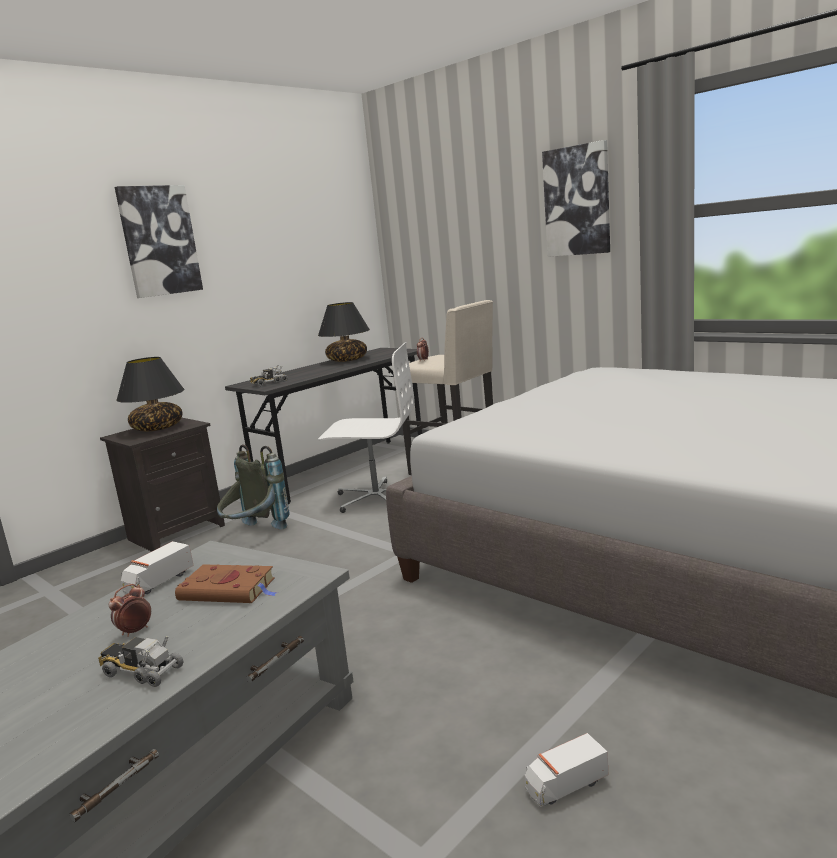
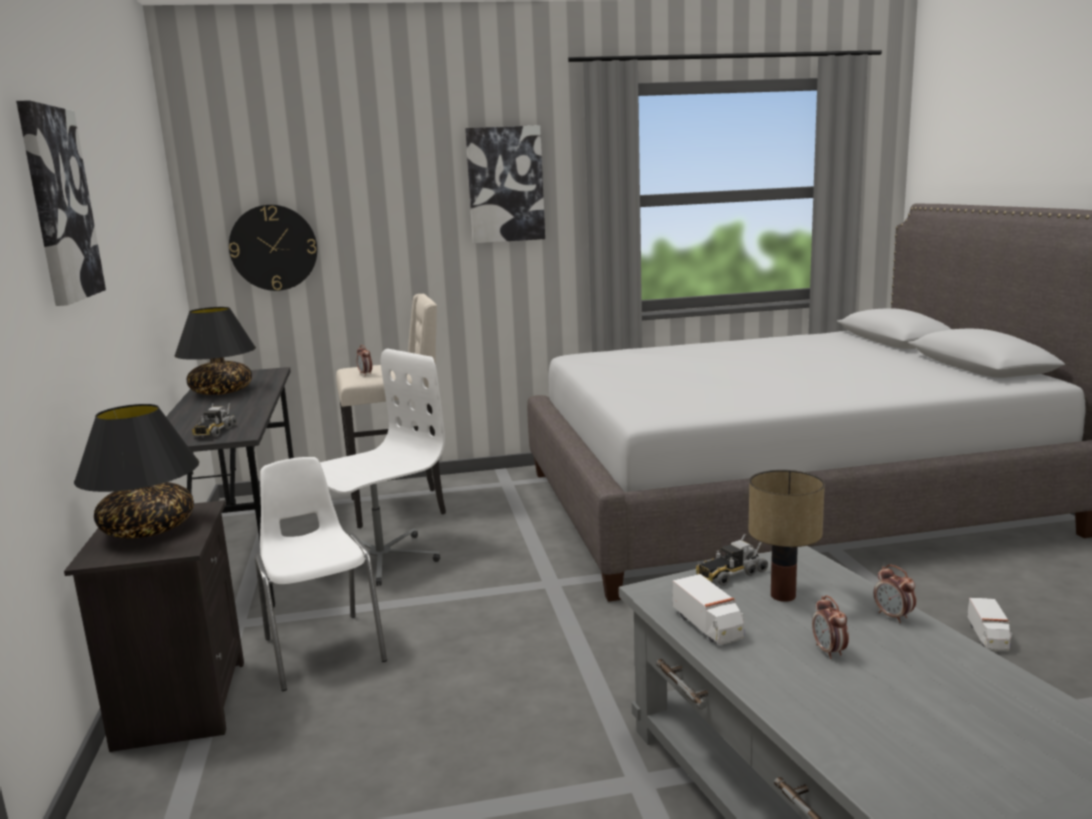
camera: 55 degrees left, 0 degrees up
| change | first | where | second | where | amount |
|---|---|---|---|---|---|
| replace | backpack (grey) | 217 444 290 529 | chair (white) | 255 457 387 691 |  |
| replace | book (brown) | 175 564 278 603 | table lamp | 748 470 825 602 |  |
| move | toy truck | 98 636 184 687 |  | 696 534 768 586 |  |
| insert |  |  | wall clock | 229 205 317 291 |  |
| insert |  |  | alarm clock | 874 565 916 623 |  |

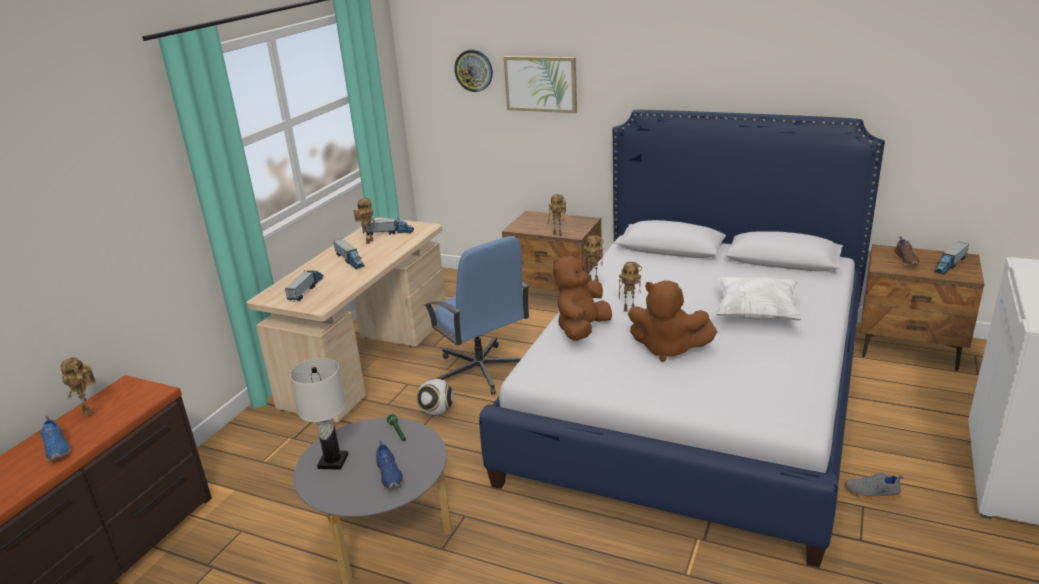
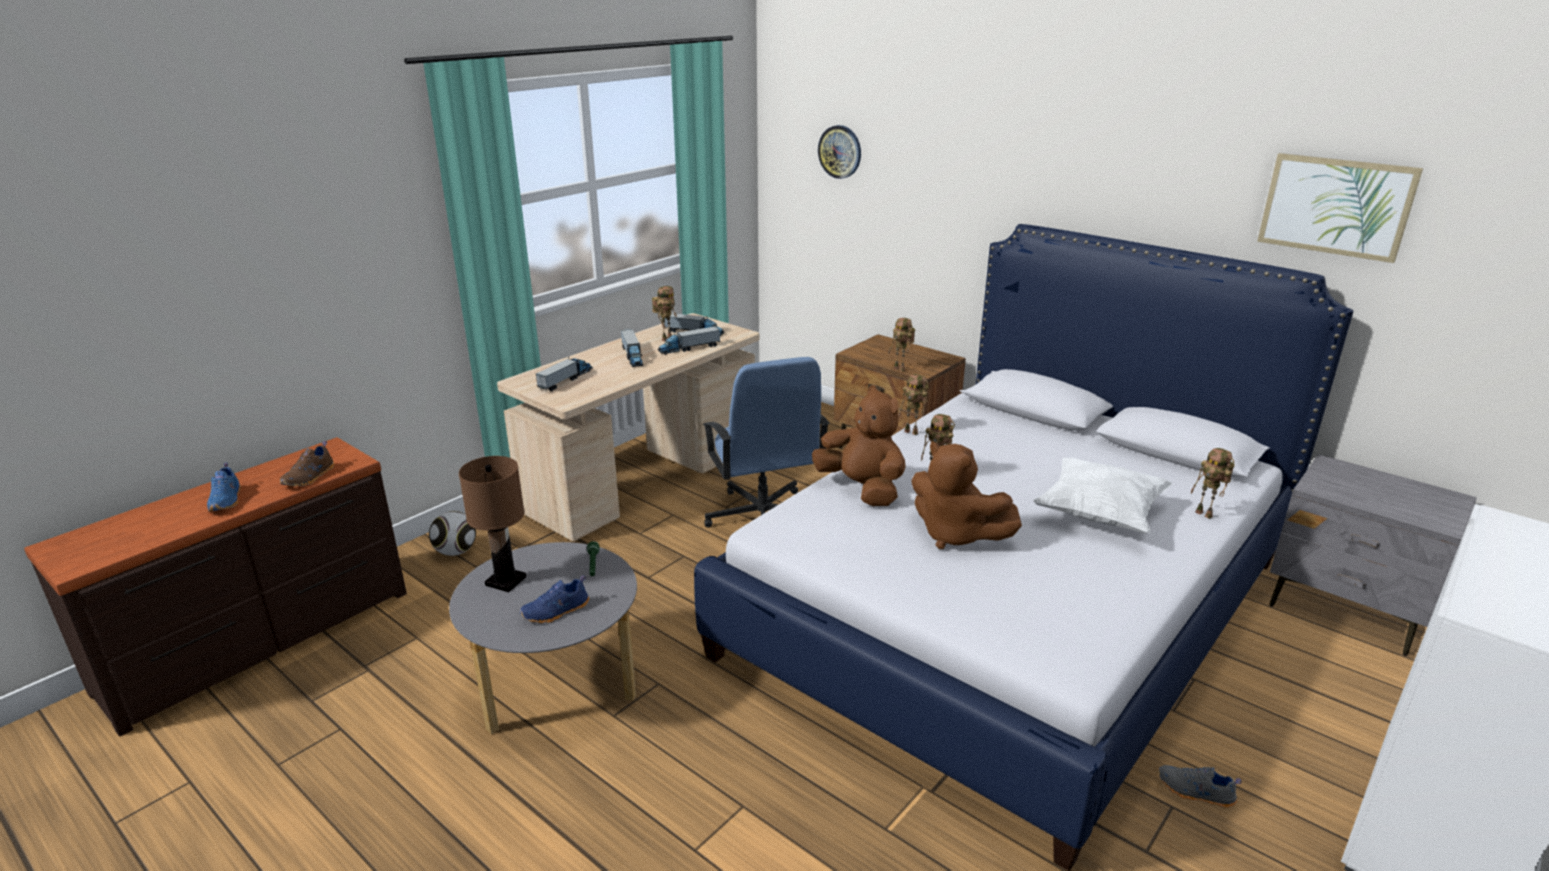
camera: 15 degrees right, 0 degrees up
| change | first | where | second | where | amount |
|---|---|---|---|---|---|
| move | picture | 504 56 577 113 |  | 1257 153 1423 263 |  |
| move | shoe (brown) | 893 237 920 266 |  | 280 441 334 487 |  |
| move | toy truck | 934 241 969 275 |  | 658 326 720 355 |  |
| recolor | nightstand (brown) | 860 244 984 371 | nightstand (grey) | 1270 454 1477 656 |  |
| rotate | plush toy (brown) | 553 252 612 341 |  | 812 385 906 506 | 90 degrees clockwise |
| move | toy robot | 61 357 96 417 |  | 1191 448 1235 519 |  |
| recolor | table lamp (white) | 290 358 348 470 | table lamp (brown) | 459 456 526 592 |  |
| move | football | 417 378 453 415 |  | 429 511 476 556 |  |
| rotate | shoe (blue) | 376 440 403 489 |  | 520 575 589 623 | 60 degrees clockwise |

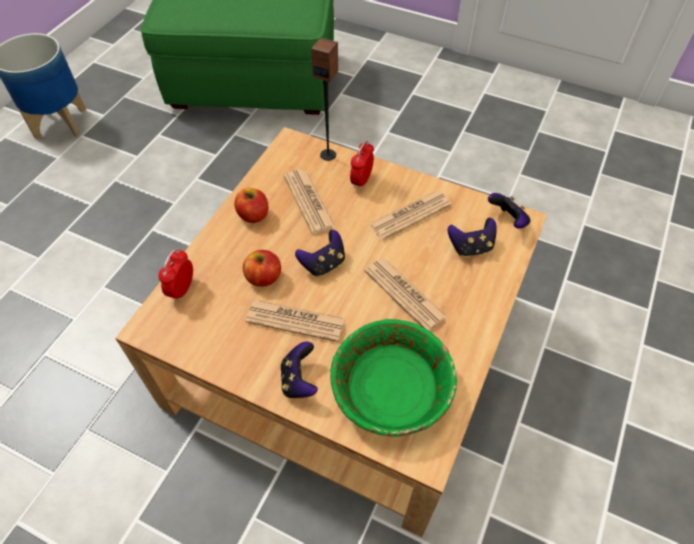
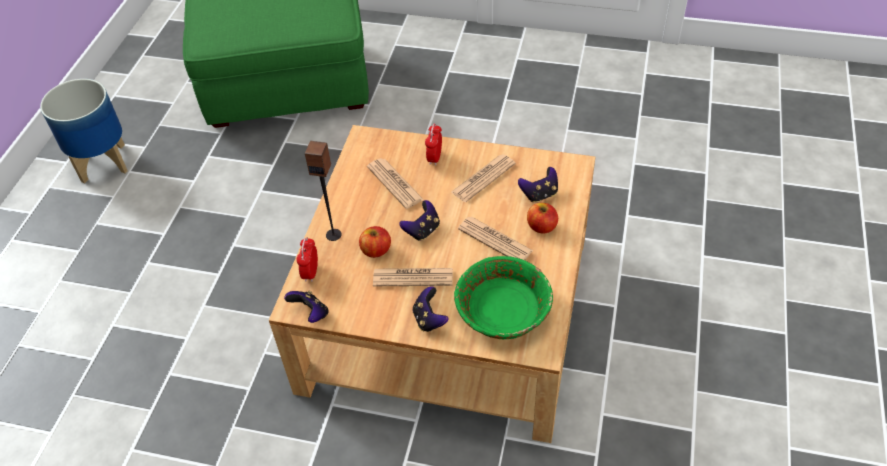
camera: 10 degrees left, 5 degrees down
| change | first | where | second | where | amount |
|---|---|---|---|---|---|
| move | speaker | 311 38 338 161 |  | 305 141 342 241 |  |
| move | apple | 234 188 268 223 |  | 527 203 558 234 |  |
| move | game controller | 488 193 531 228 |  | 284 290 329 323 |  |

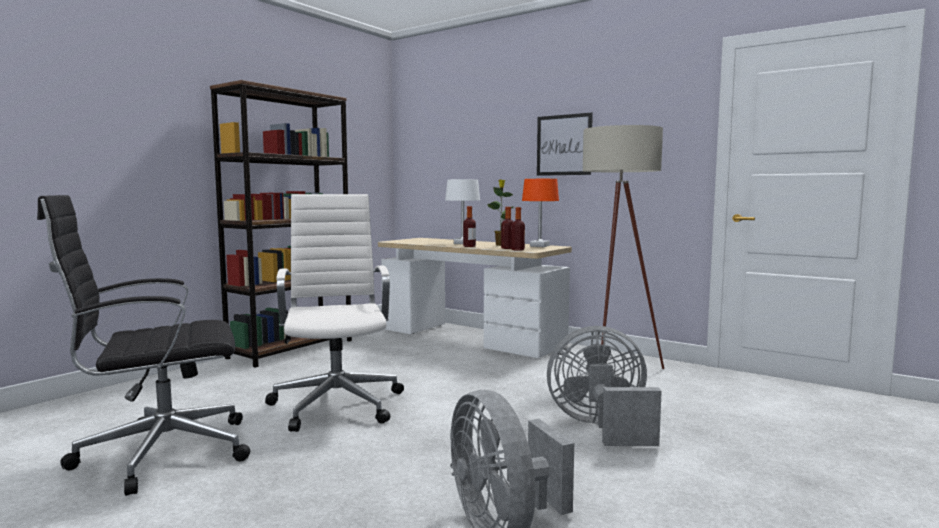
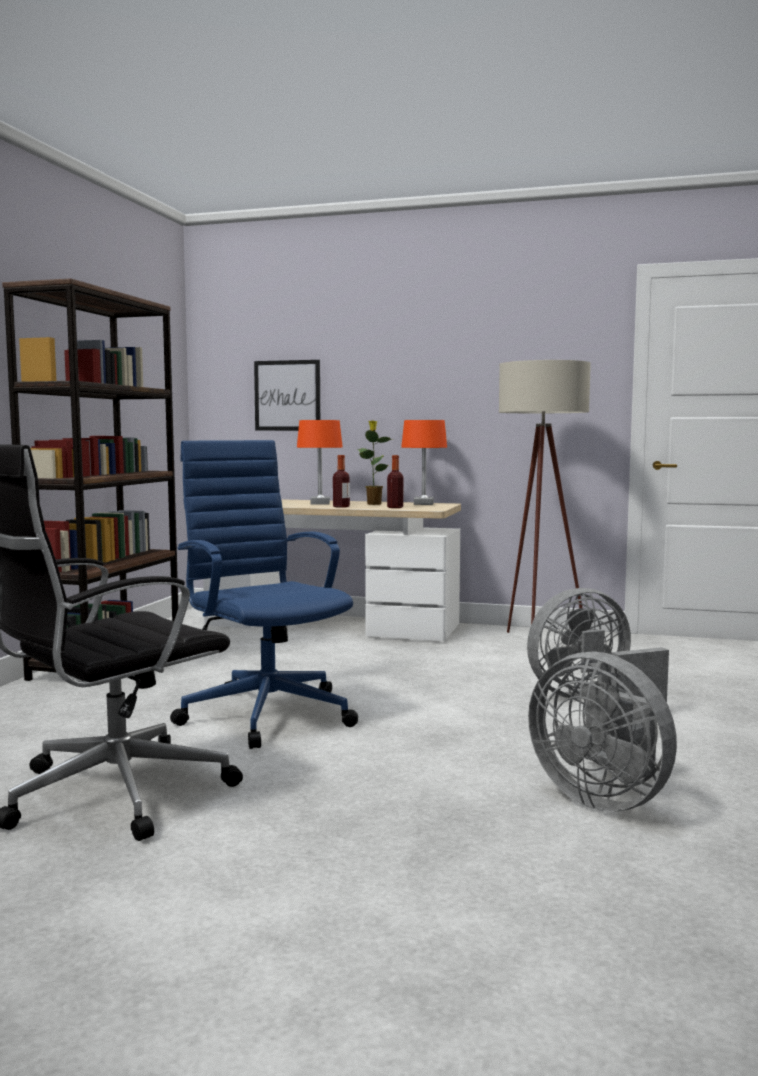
camera: 20 degrees left, 0 degrees up
| change | first | where | second | where | amount |
|---|---|---|---|---|---|
| move | picture | 537 113 593 176 |  | 254 360 320 431 |  |
| recolor | table lamp (white) | 445 179 480 244 | table lamp (orange) | 297 420 343 505 |  |
| recolor | office chair (white) | 265 194 404 432 | office chair (blue) | 170 440 358 749 |  |
| delete | bottle | 511 207 525 251 |  |  |  |

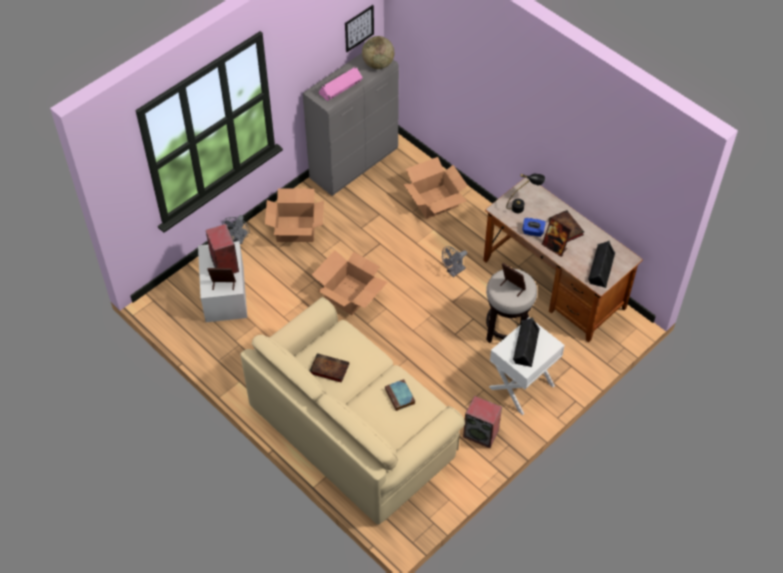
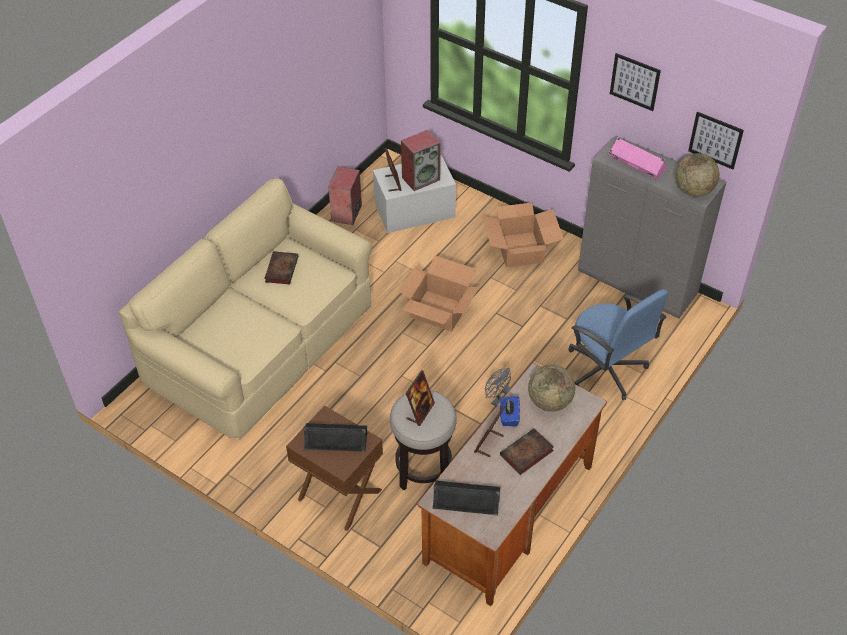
camera: 80 degrees right, 5 degrees down
| change | first | where | second | where | amount |
|---|---|---|---|---|---|
| replace | cardboard box | 404 157 468 219 | office chair (blue) | 568 289 669 400 |  |
| replace | table lamp (black) | 506 174 545 213 | globe | 528 365 575 412 |  |
| delete | fan (grey) | 222 215 250 244 |  |  |  |
| recolor | nightstand (white) | 489 317 565 415 | nightstand (brown) | 286 405 383 531 |  |
| delete | book | 385 379 415 411 |  |  |  |
| move | speaker | 463 396 502 448 |  | 328 166 362 225 |  |
| insert |  |  | picture | 610 53 661 111 |  |

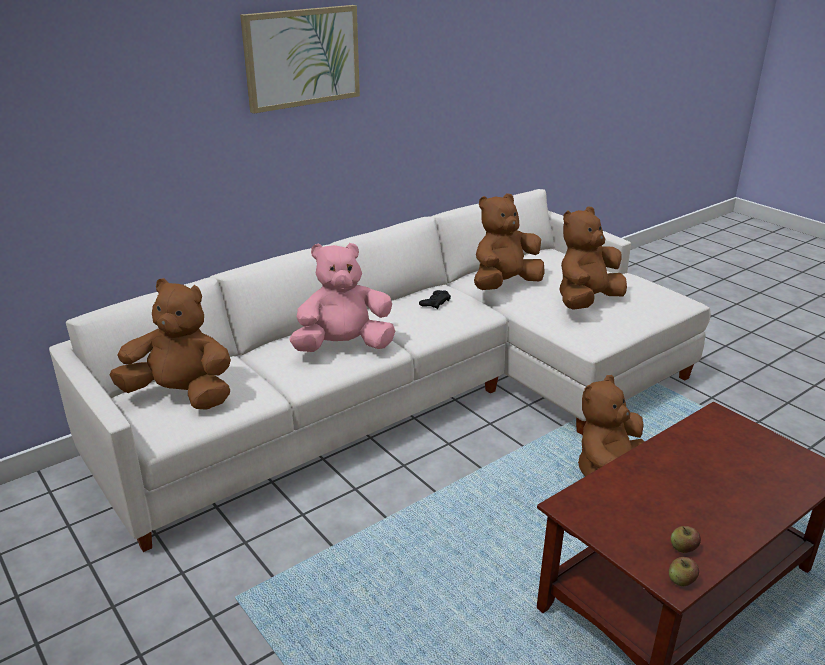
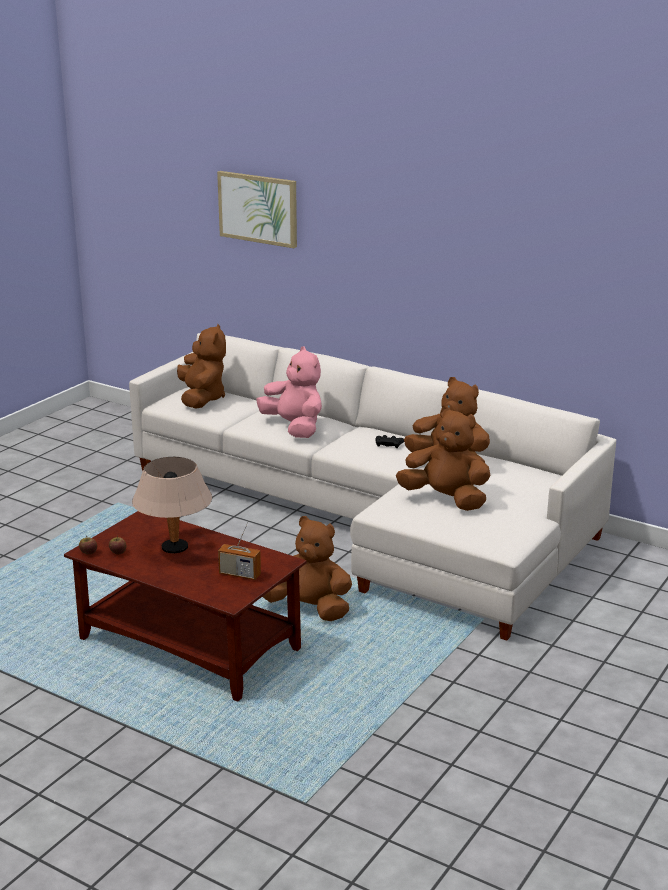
camera: 70 degrees right, 5 degrees down
| change | first | where | second | where | amount |
|---|---|---|---|---|---|
| move | picture | 240 5 360 114 |  | 217 171 297 248 |  |
| insert |  |  | table lamp (beige) | 132 457 212 554 |  |
| insert |  |  | radio | 218 520 261 580 |  |

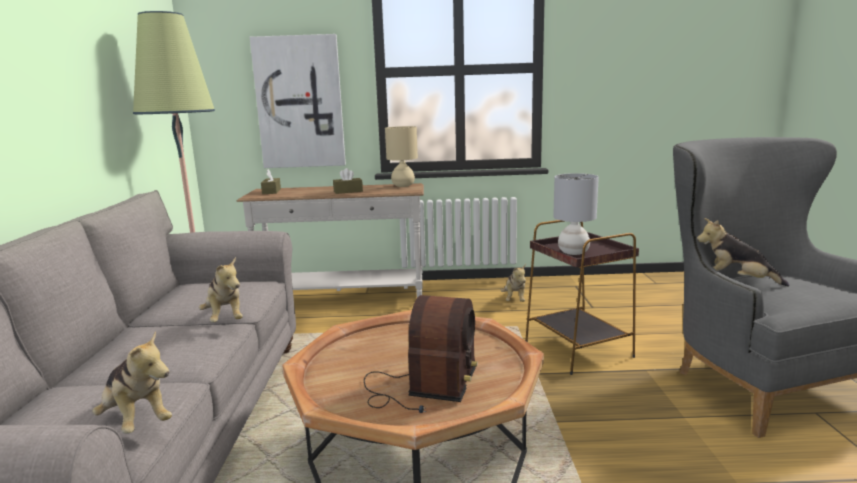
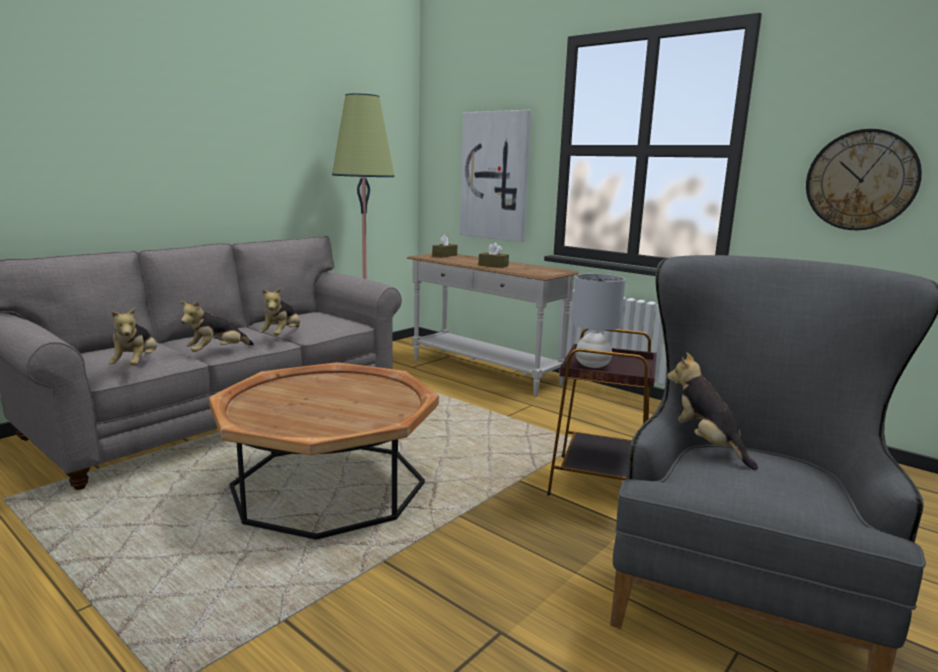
camera: 40 degrees right, 0 degrees up
| change | first | where | second | where | amount |
|---|---|---|---|---|---|
| delete | table lamp (beige) | 385 126 418 187 |  |  |  |
| move | plush toy | 501 264 526 302 |  | 180 300 254 352 |  |
| delete | radio | 364 295 478 413 |  |  |  |
| insert |  |  | wall clock | 806 129 922 230 |  |

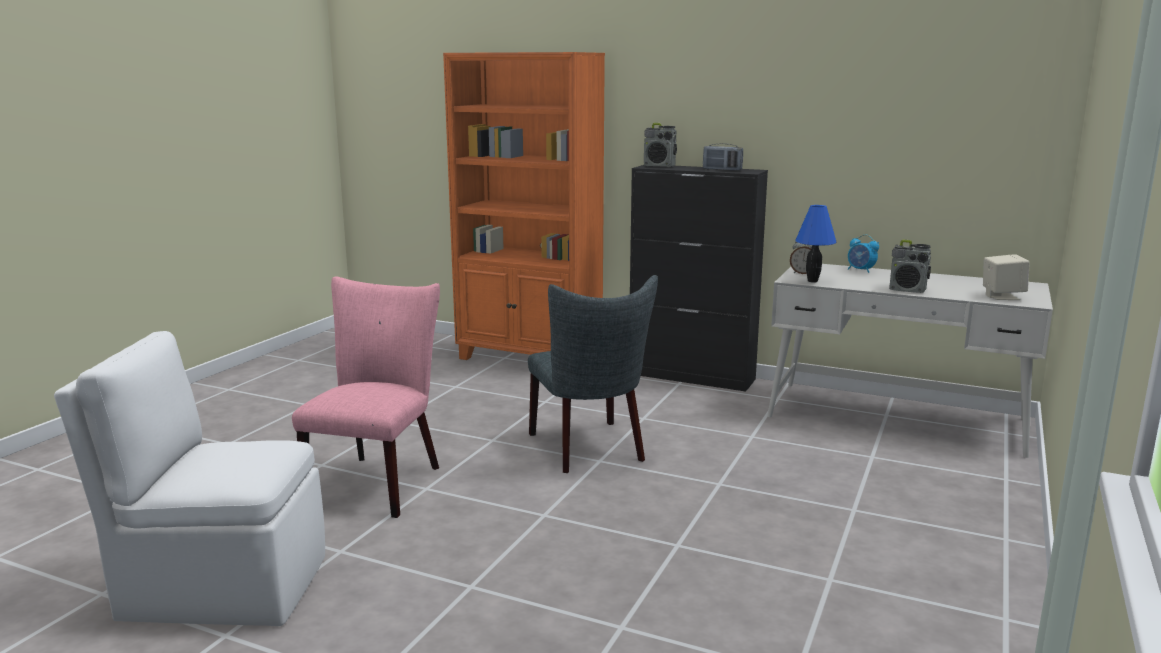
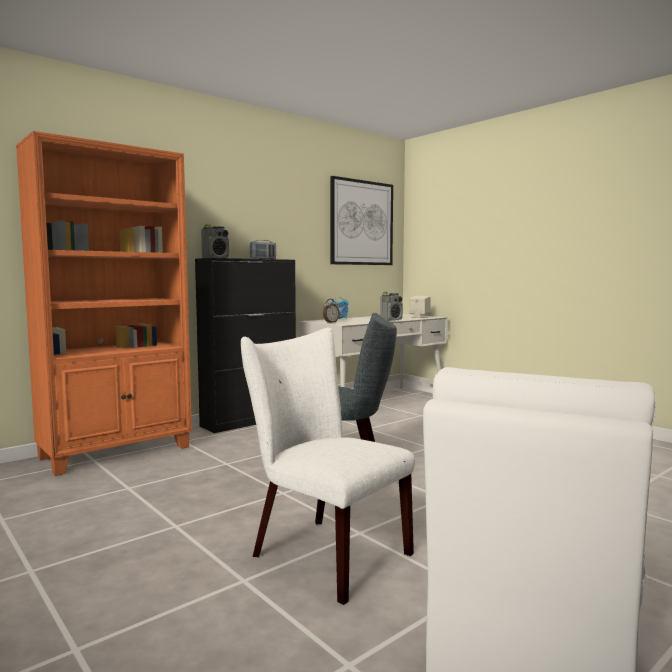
camera: 65 degrees left, 10 degrees down
| change | first | where | second | where | amount |
|---|---|---|---|---|---|
| delete | table lamp (blue) | 795 205 836 283 |  |  |  |
| recolor | chair (pink) | 292 277 440 518 | chair (white) | 241 328 415 605 |  |
| insert |  |  | picture | 330 176 393 265 |  |

